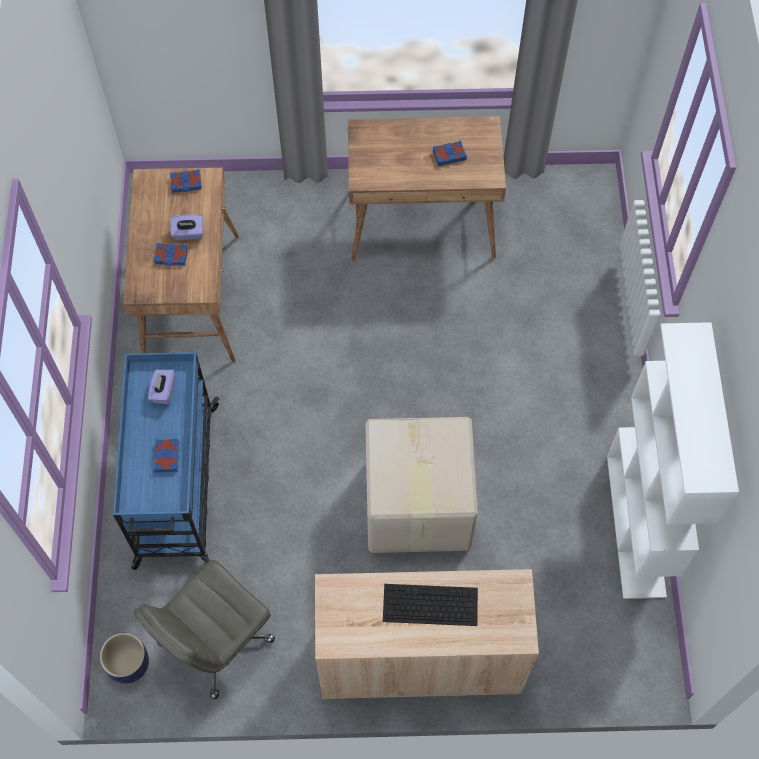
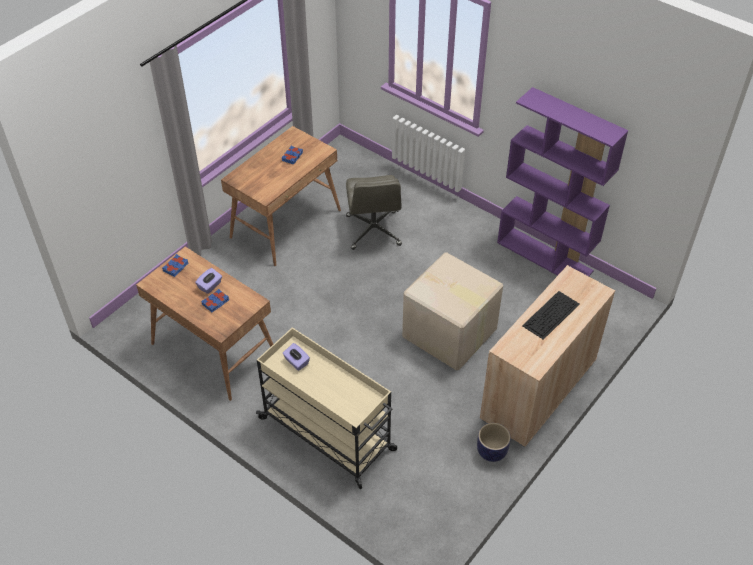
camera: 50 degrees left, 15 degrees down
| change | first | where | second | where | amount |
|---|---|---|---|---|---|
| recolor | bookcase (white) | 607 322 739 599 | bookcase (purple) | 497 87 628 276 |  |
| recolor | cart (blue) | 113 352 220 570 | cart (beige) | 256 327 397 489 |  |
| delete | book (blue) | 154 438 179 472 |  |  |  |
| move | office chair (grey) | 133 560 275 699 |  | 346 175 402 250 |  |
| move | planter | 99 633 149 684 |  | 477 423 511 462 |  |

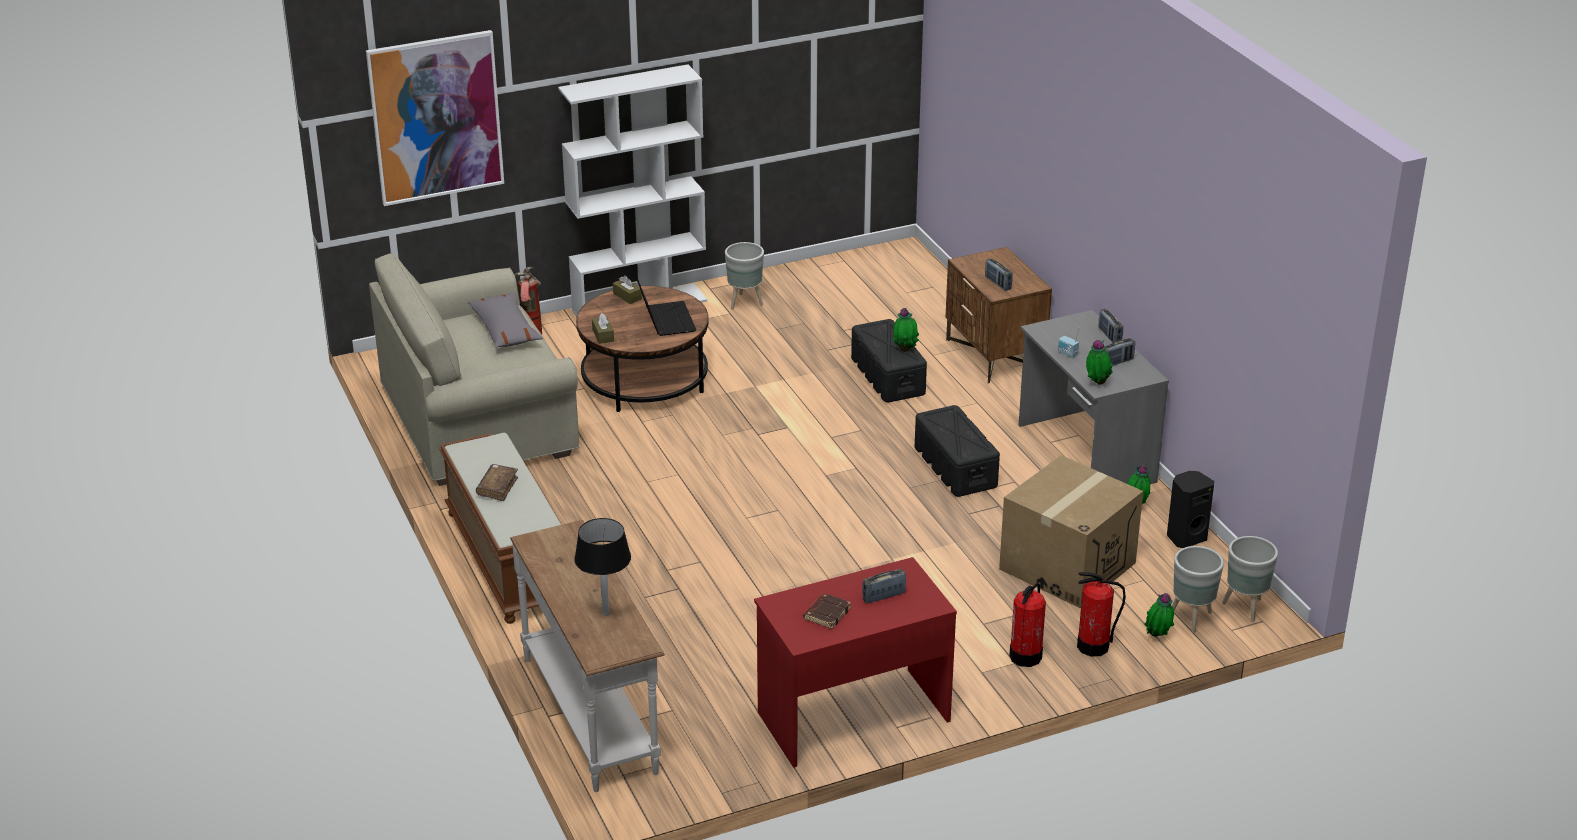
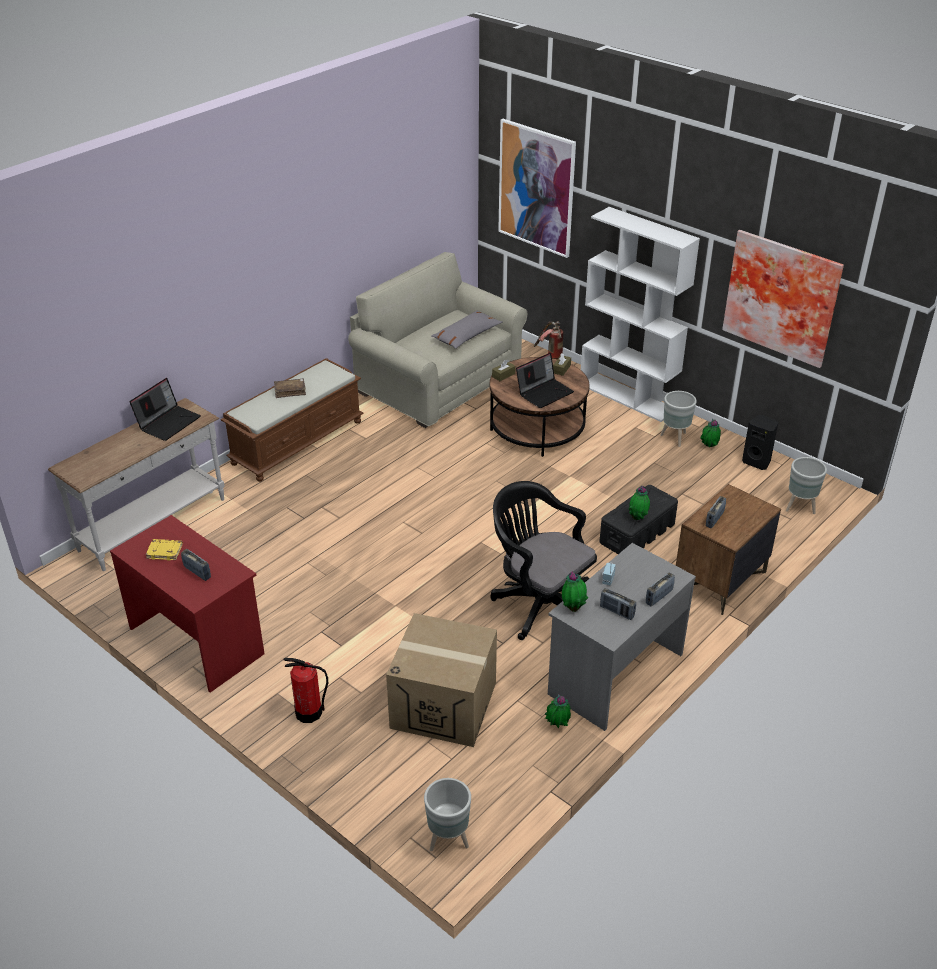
camera: 65 degrees right, 5 degrees up
| change | first | where | second | where | amount |
|---|---|---|---|---|---|
| replace | storage box (black) | 915 405 1000 497 | office chair (black) | 490 481 597 640 |  |
| move | speaker (black) | 1167 471 1214 548 |  | 742 415 778 470 |  |
| delete | table lamp (black) | 574 518 631 616 |  |  |  |
| move | planter (grey) | 1172 546 1224 633 |  | 786 457 827 514 |  |
| delete | fire extinguisher | 1077 572 1126 657 |  |  |  |
| recolor | book (brown) | 803 593 851 629 | book (yellow) | 146 539 183 561 |  |
| move | potted plant | 1144 593 1174 637 |  | 700 418 721 447 |  |
| insert |  |  | picture | 722 230 844 368 |  |
| insert |  |  | laptop | 130 378 201 441 |  |

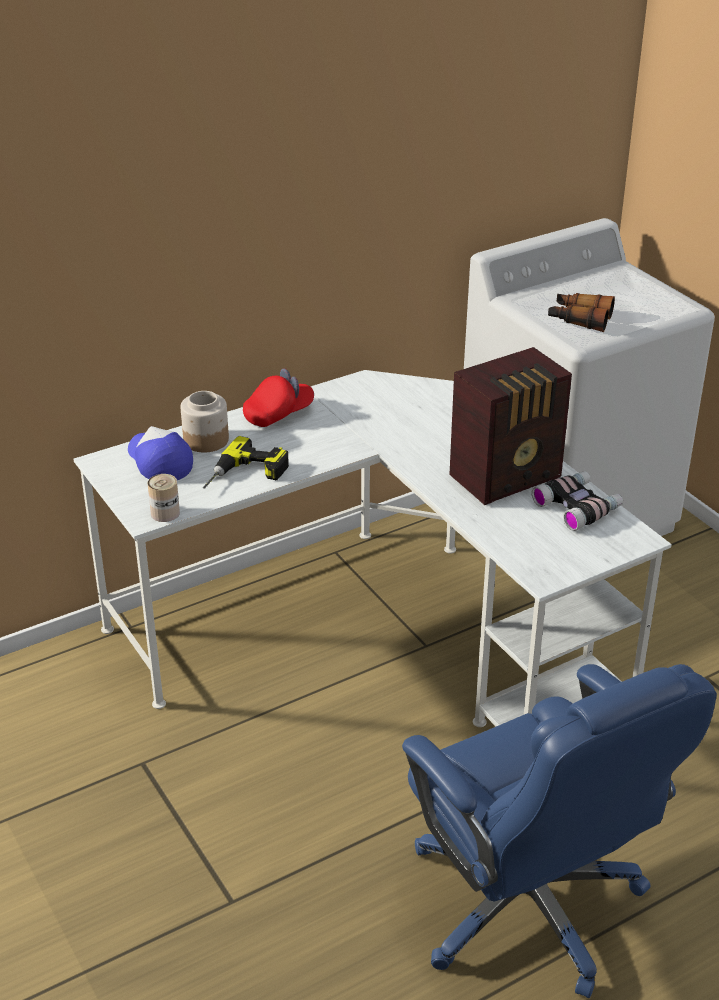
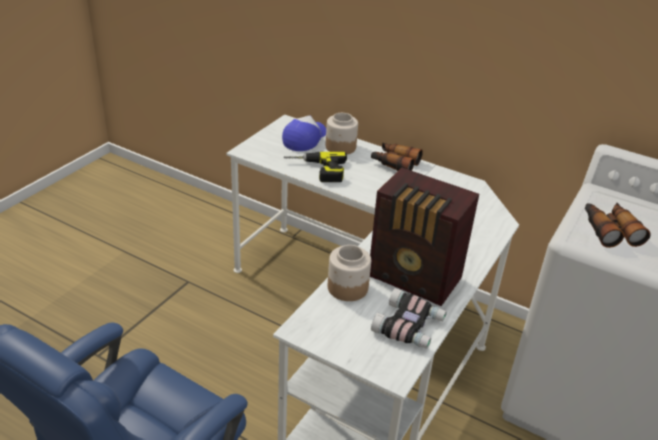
camera: 60 degrees right, 0 degrees up
| change | first | where | second | where | amount |
|---|---|---|---|---|---|
| replace | cap (red) | 243 369 314 427 | binoculars | 371 143 423 171 |  |
| delete | can | 147 474 180 522 |  |  |  |
| insert |  |  | jar | 328 245 371 301 |  |

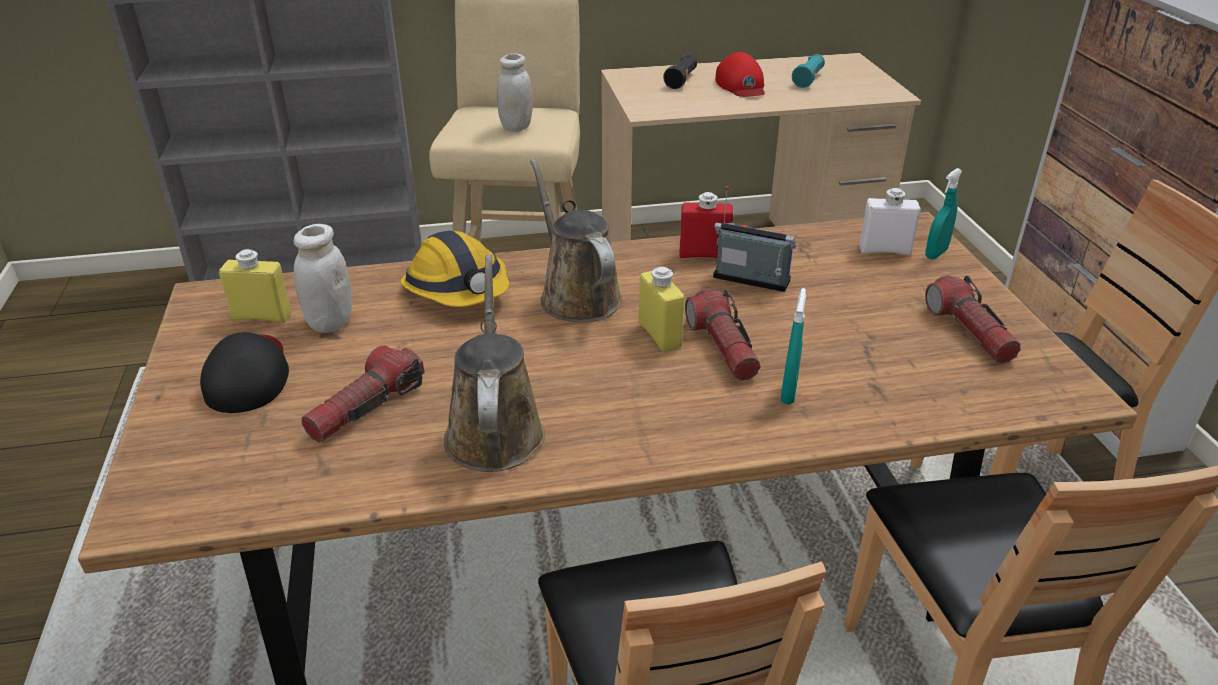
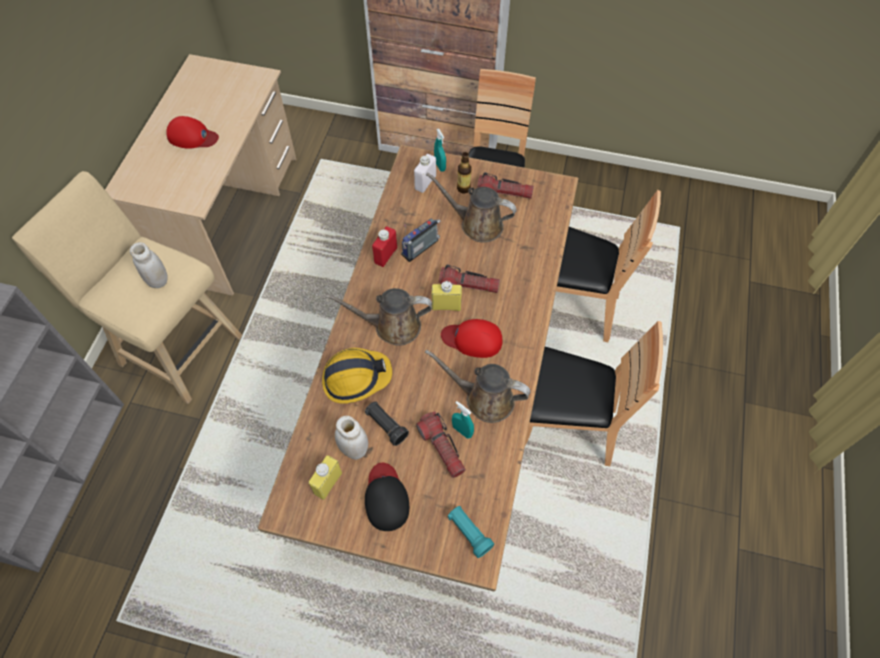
camera: 65 degrees left, 25 degrees up
| change | first | where | second | where | amount |
|---|---|---|---|---|---|
| move | flashlight (turquoise) | 792 54 825 88 |  | 448 506 494 558 |  |
| move | flashlight (black) | 663 55 697 89 |  | 365 401 409 446 |  |
| move | spray bottle (turquoise) | 780 288 806 405 |  | 452 401 474 439 |  |
| rotate | cap (black) | 200 332 289 413 |  | 365 463 409 531 | 60 degrees clockwise |
| insert |  |  | bottle | 457 152 472 193 |  |
| insert |  |  | watering can (brown) | 426 172 517 243 |  |
| insert |  |  | cap (red) | 441 319 503 358 |  |

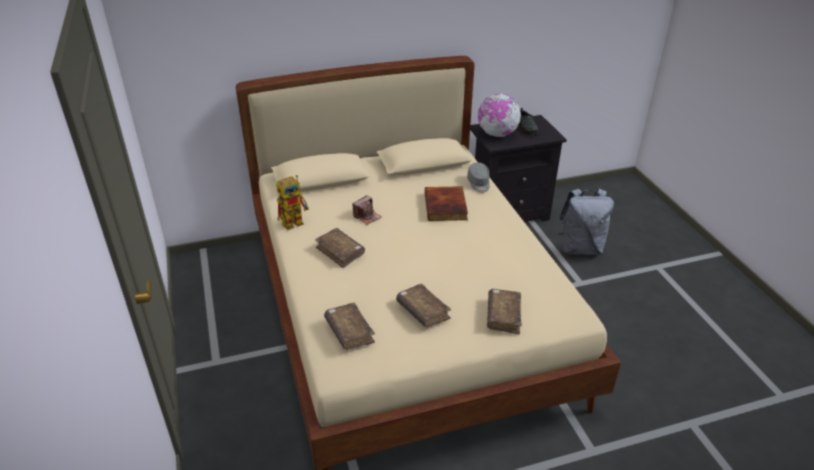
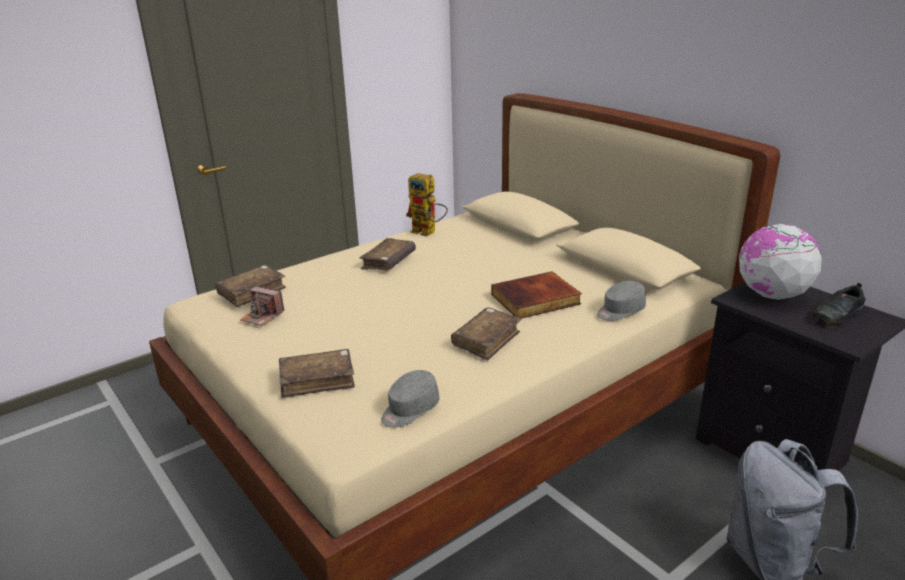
camera: 70 degrees right, 10 degrees down
| change | first | where | second | where | amount |
|---|---|---|---|---|---|
| move | photo camera | 352 195 382 225 |  | 240 287 285 326 |  |
| move | book (brown) | 396 283 451 328 |  | 451 307 521 360 |  |
| insert |  |  | cap (grey) | 381 370 439 428 |  |

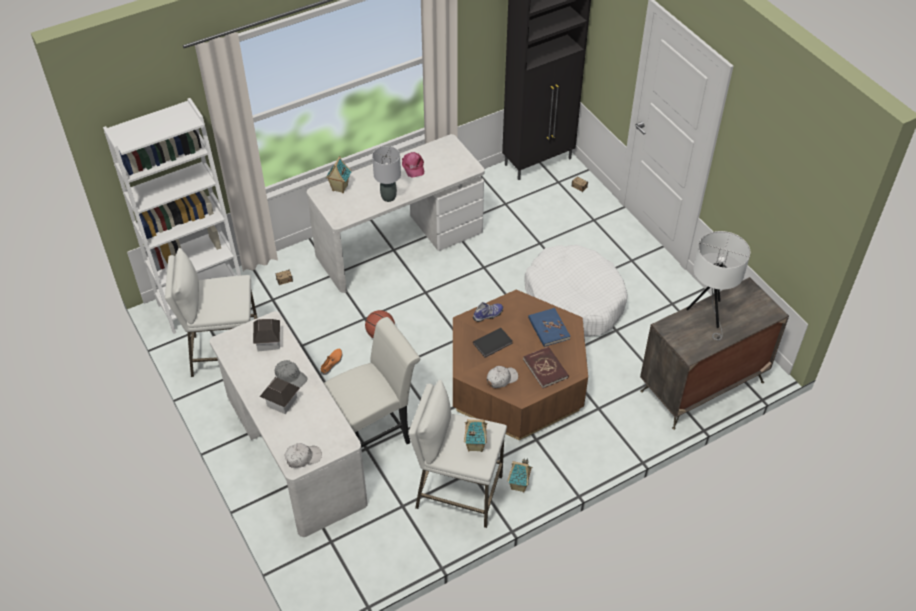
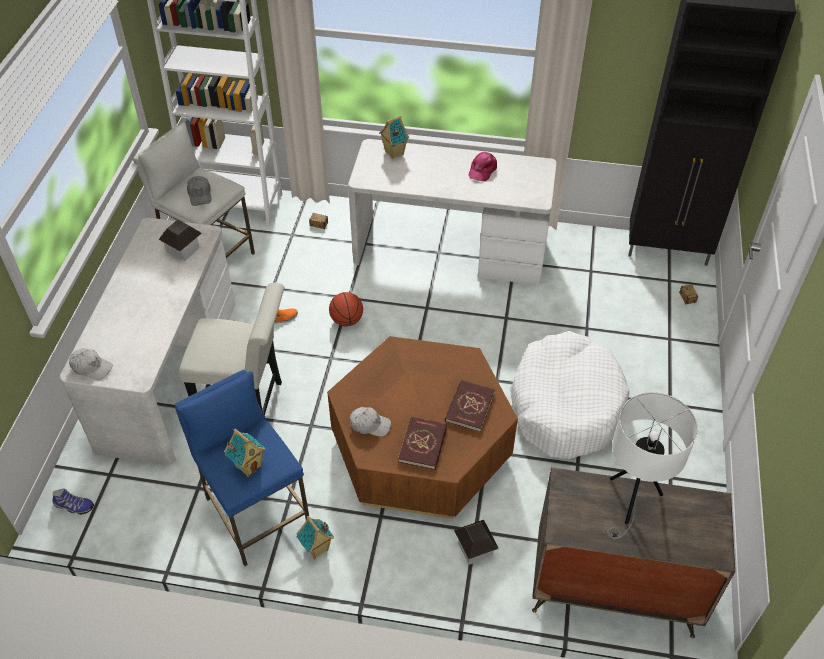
camera: 40 degrees right, 0 degrees up
| change | first | where | second | where | amount |
|---|---|---|---|---|---|
| delete | table lamp (grey) | 372 146 401 202 |  |  |  |
| move | shoe | 473 302 503 322 |  | 53 489 94 515 |  |
| recolor | book (blue) | 528 308 570 347 | book (red) | 445 380 495 432 |  |
| delete | book (black) | 473 328 513 358 |  |  |  |
| move | cap (grey) | 275 360 308 388 |  | 187 176 211 206 |  |
| move | toy house | 260 377 300 414 |  | 454 520 499 565 |  |
| recolor | stool (white) | 408 380 507 528 | stool (blue) | 174 370 309 566 |  |

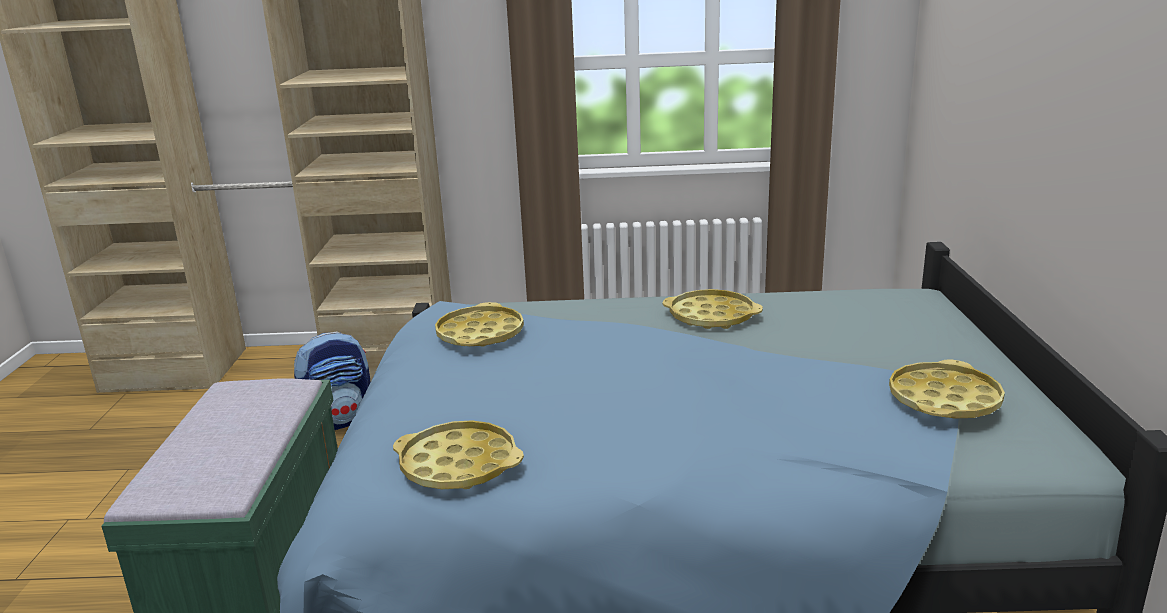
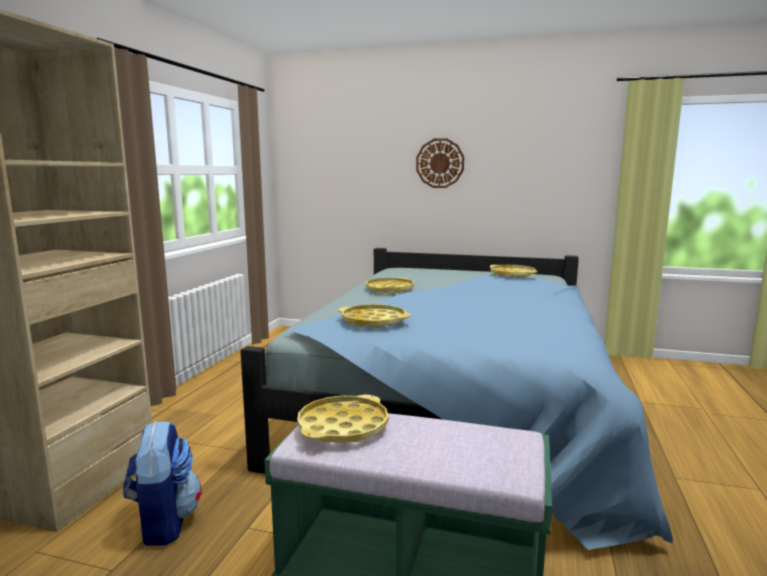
camera: 75 degrees left, 10 degrees down
| change | first | where | second | where | amount |
|---|---|---|---|---|---|
| move | tray (yellow) | 393 420 524 489 |  | 297 395 388 443 |  |
| insert |  |  | wall clock | 416 138 464 188 |  |

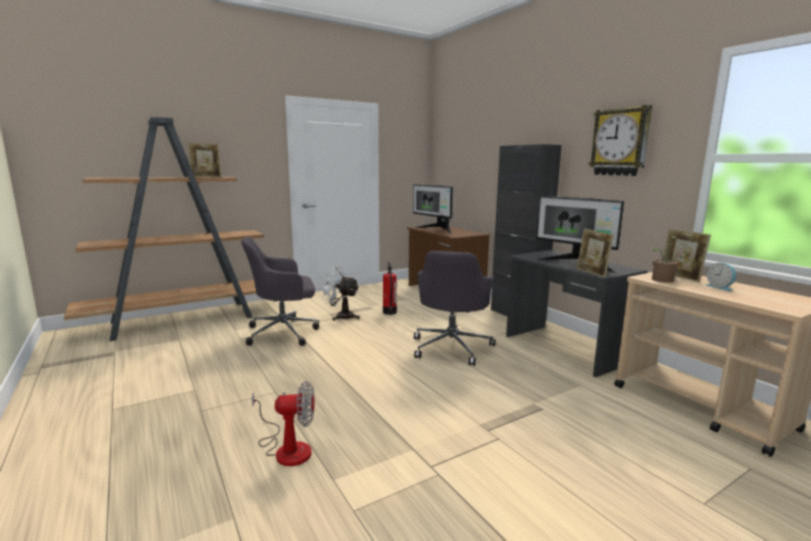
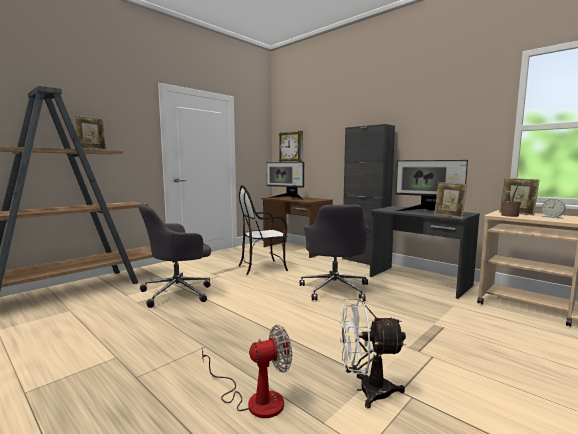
camera: 15 degrees left, 5 degrees down
| change | first | where | second | where | amount |
|---|---|---|---|---|---|
| move | wall clock | 589 105 652 176 |  | 279 131 303 162 |  |
| replace | fire extinguisher | 383 262 397 315 | chair | 239 185 288 275 |  |
| move | fan (white) | 320 266 360 321 |  | 340 298 406 408 |  |

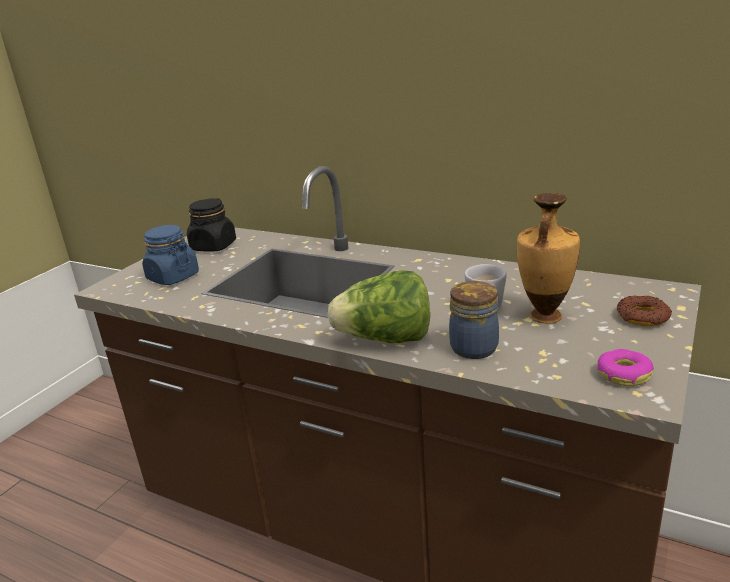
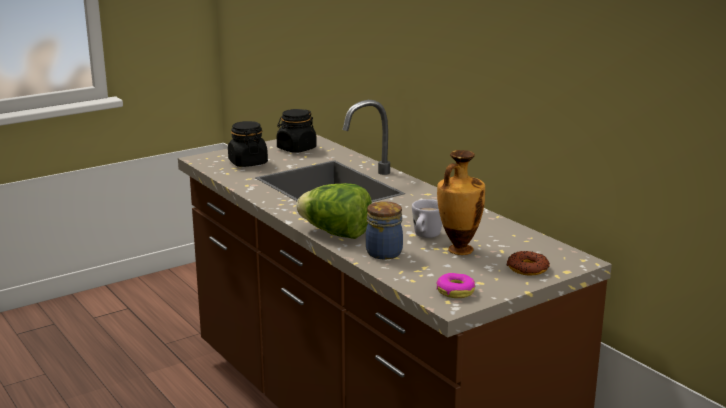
camera: 25 degrees right, 5 degrees down
| change | first | where | second | where | amount |
|---|---|---|---|---|---|
| recolor | jar (blue) | 142 225 199 285 | jar (black) | 228 121 268 167 |  |

